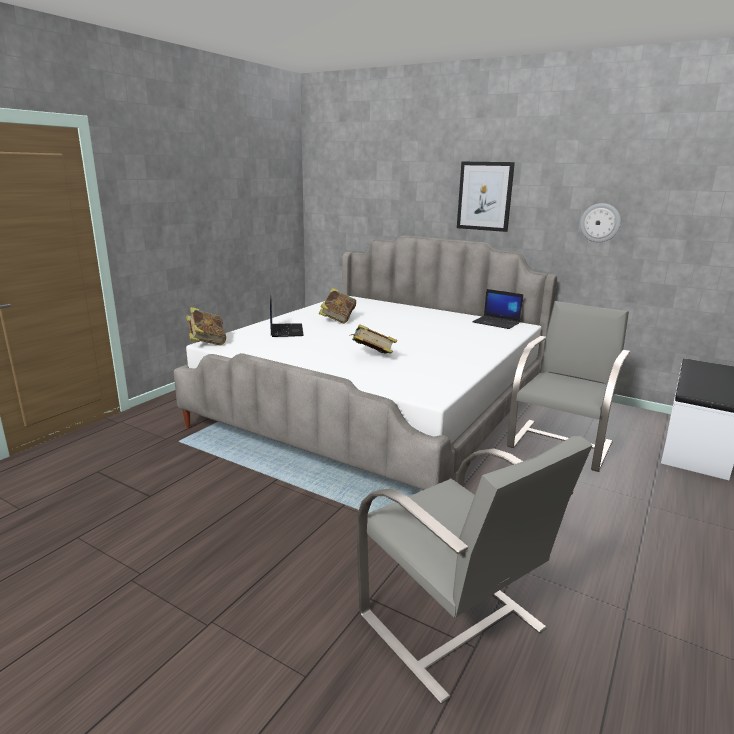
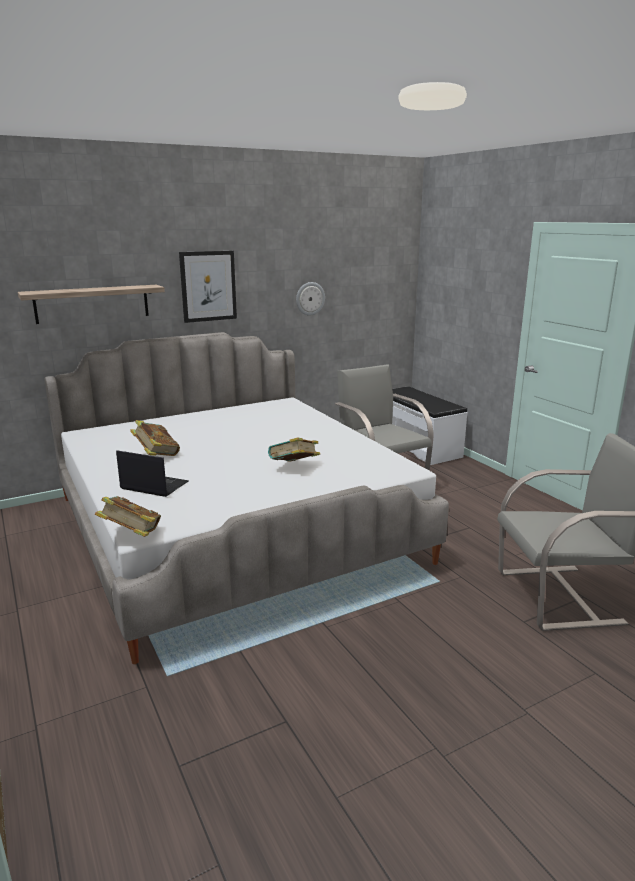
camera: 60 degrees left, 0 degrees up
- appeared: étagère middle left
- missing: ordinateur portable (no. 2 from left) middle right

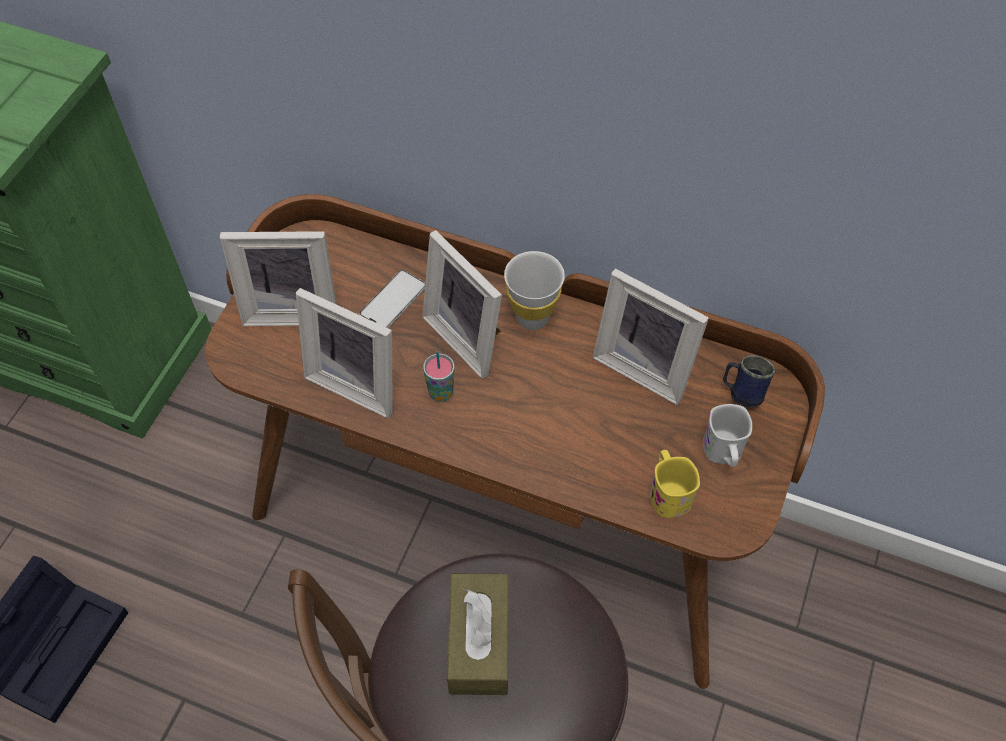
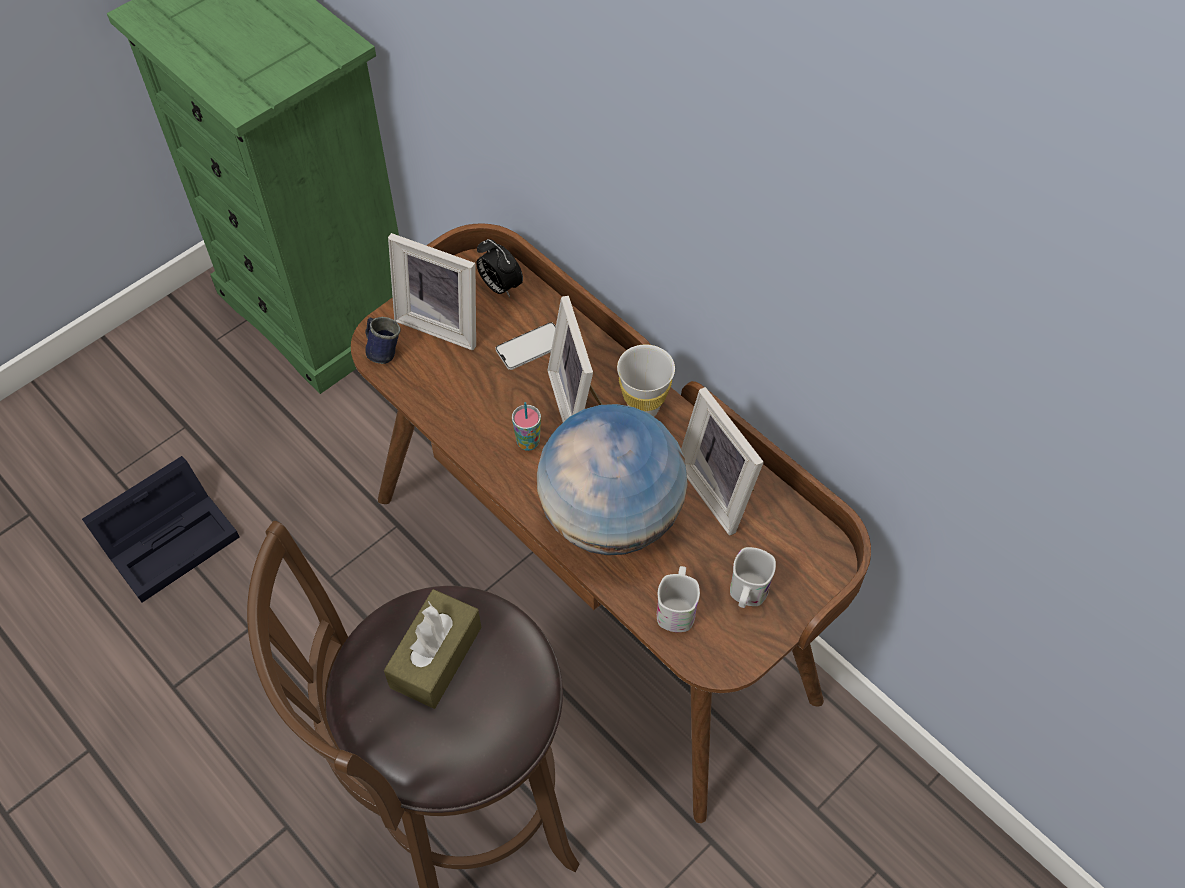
camera: 25 degrees right, 0 degrees up
- relocated: mug [bleu] middle right to middle left
- appeared: réveil top centre
- appeared: globe centre
- colour: mug [jaune] middle right to mug [blanc] (no. 1 from left) bottom centre
- missing: cadre photo (no. 2 from left) centre

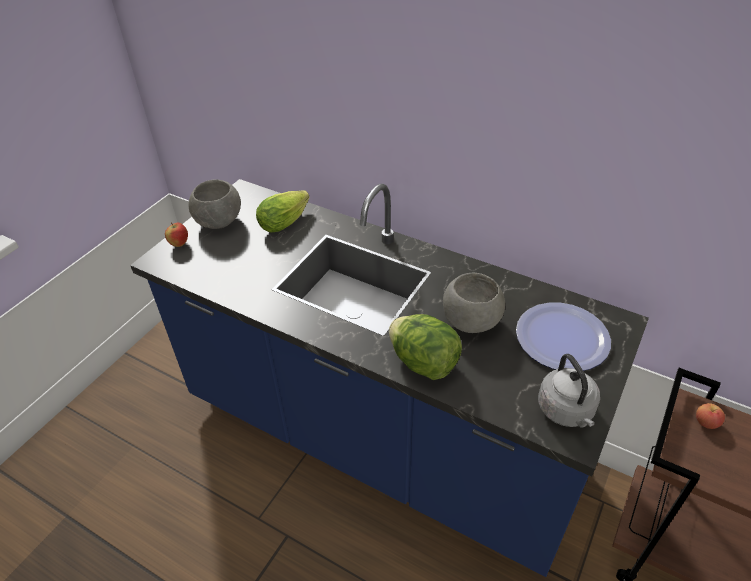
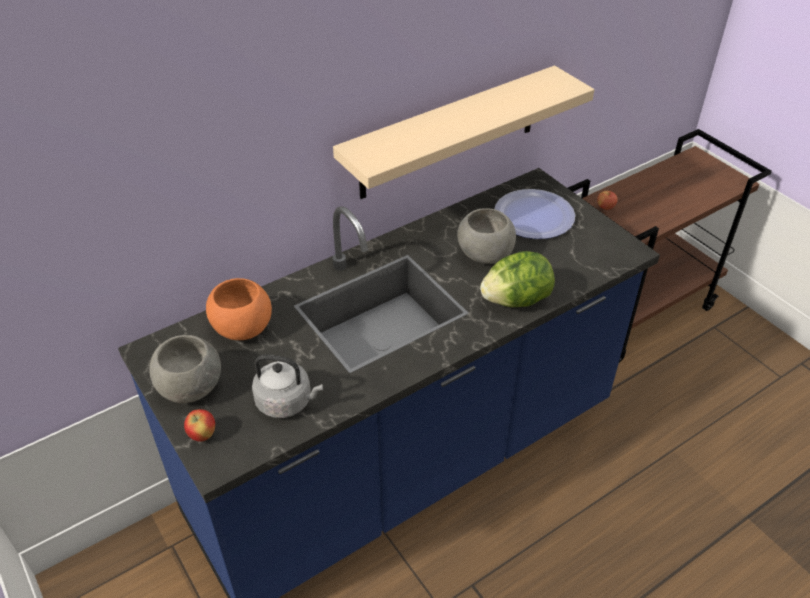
camera: 65 degrees left, 0 degrees up
- exchanged: laitue (no. 1 from left) centre to bol [orange] middle left
- relocated: bouilloire [gris] bottom right to centre
- appeared: étagère [beige] top centre

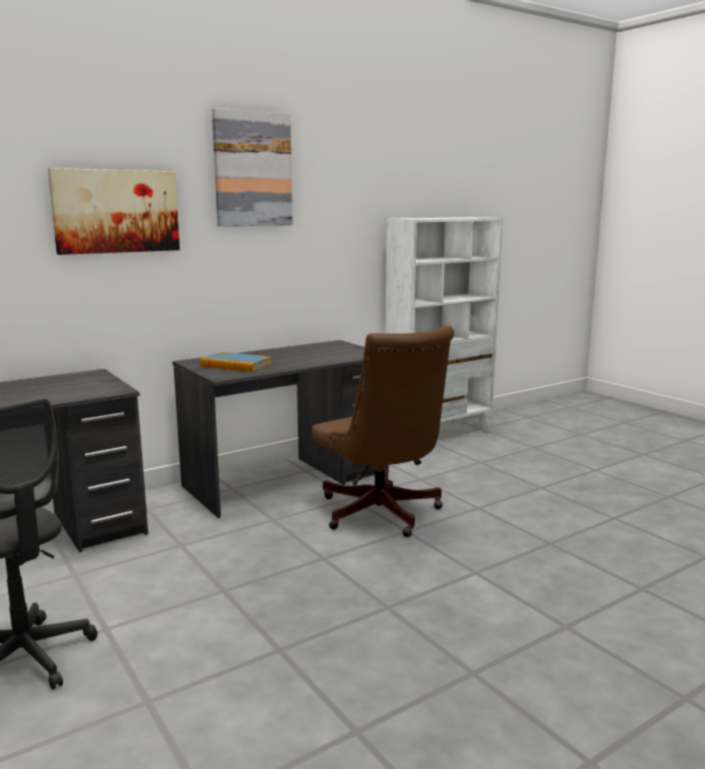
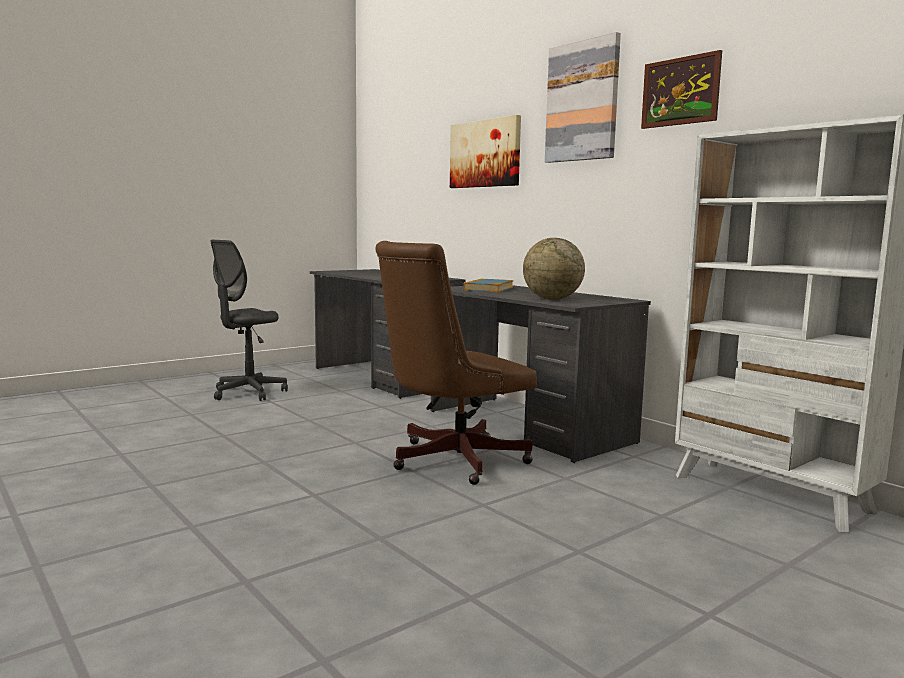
camera: 85 degrees right, 5 degrees down
- appeared: globe centre
- appeared: tableau (no. 3 from left) top right

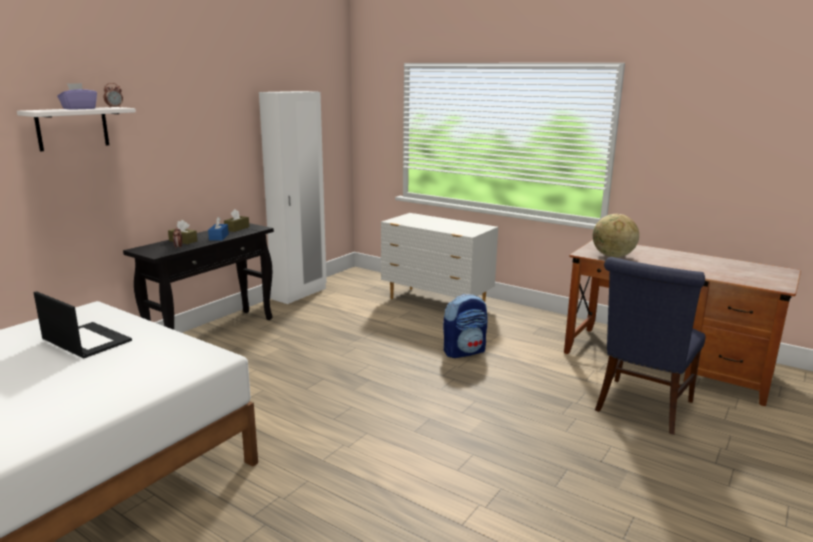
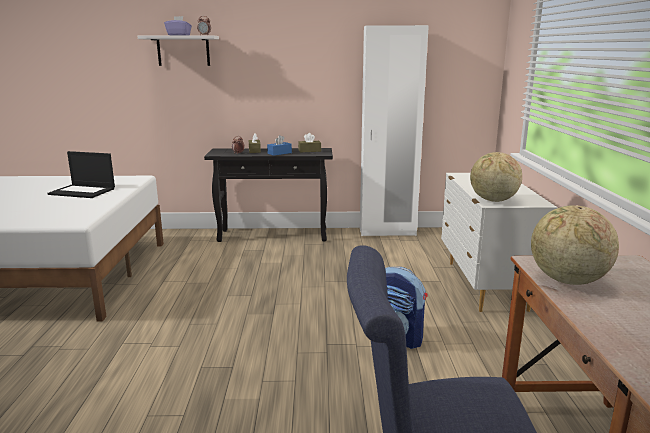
camera: 55 degrees right, 0 degrees up
- spun: ordinateur portable middle left = middle left 105 degrees clockwise
- appeared: globe (no. 1 from left) middle right

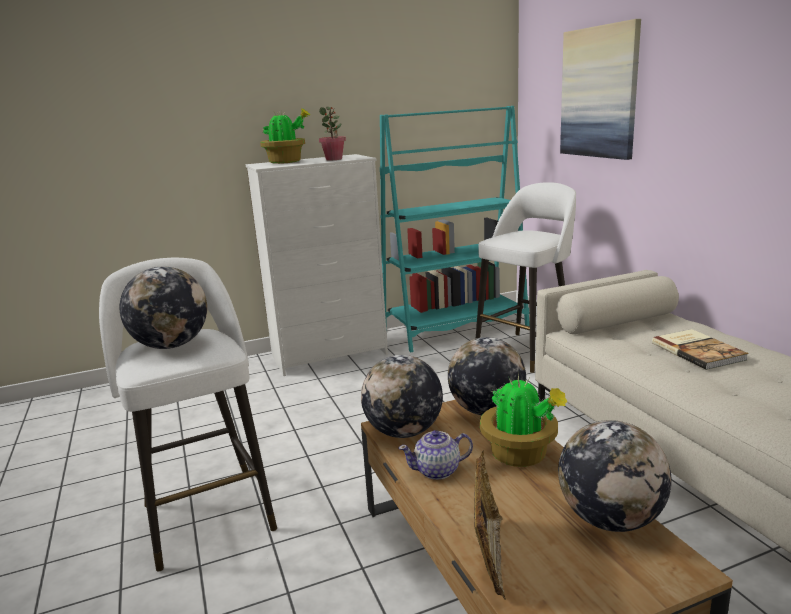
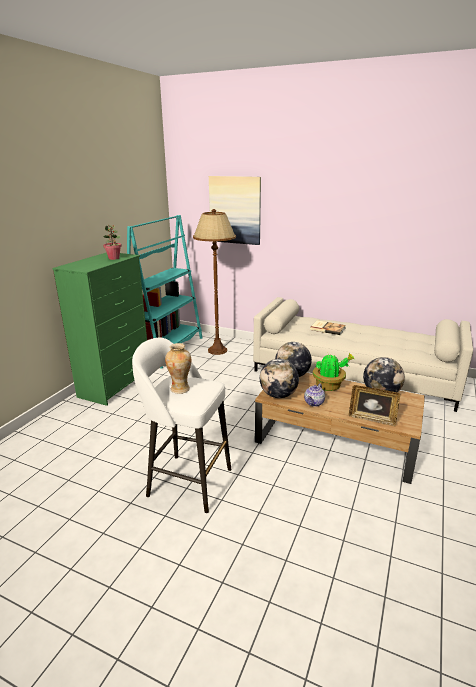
camera: 45 degrees left, 5 degrees up
- colour: commode [blanc] centre to commode [vert] middle left
- exchanged: globe (no. 1 from left) middle left to vase centre
- exchanged: tabouret [blanc] (no. 2 from left) centre to lampadaire [marron] centre
- spun: cadre photo bottom centre = middle right 150 degrees clockwise
- missing: plante en pot (no. 1 from left) top centre

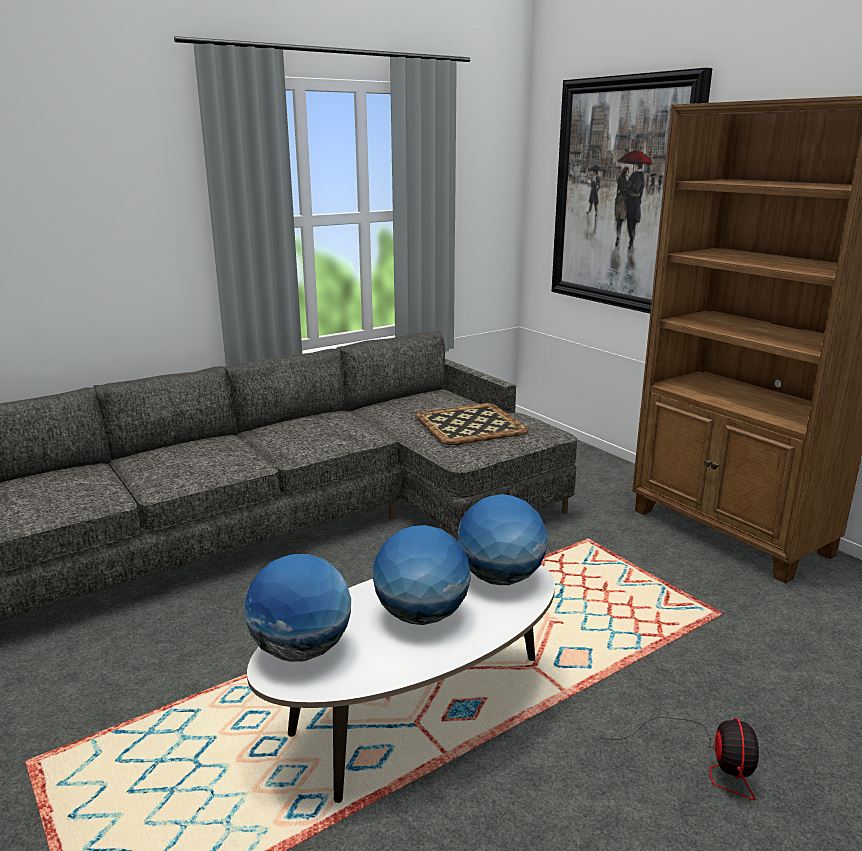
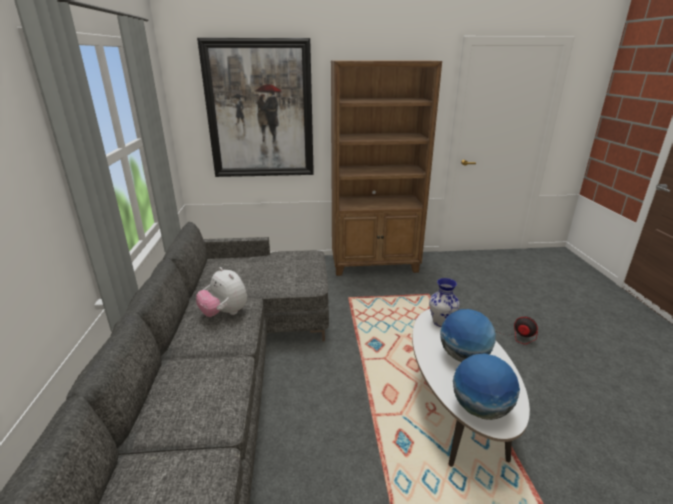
camera: 60 degrees left, 5 degrees up
- appeared: peluche middle left
- exchanged: globe (no. 3 from left) centre to vase centre
- missing: plateau centre

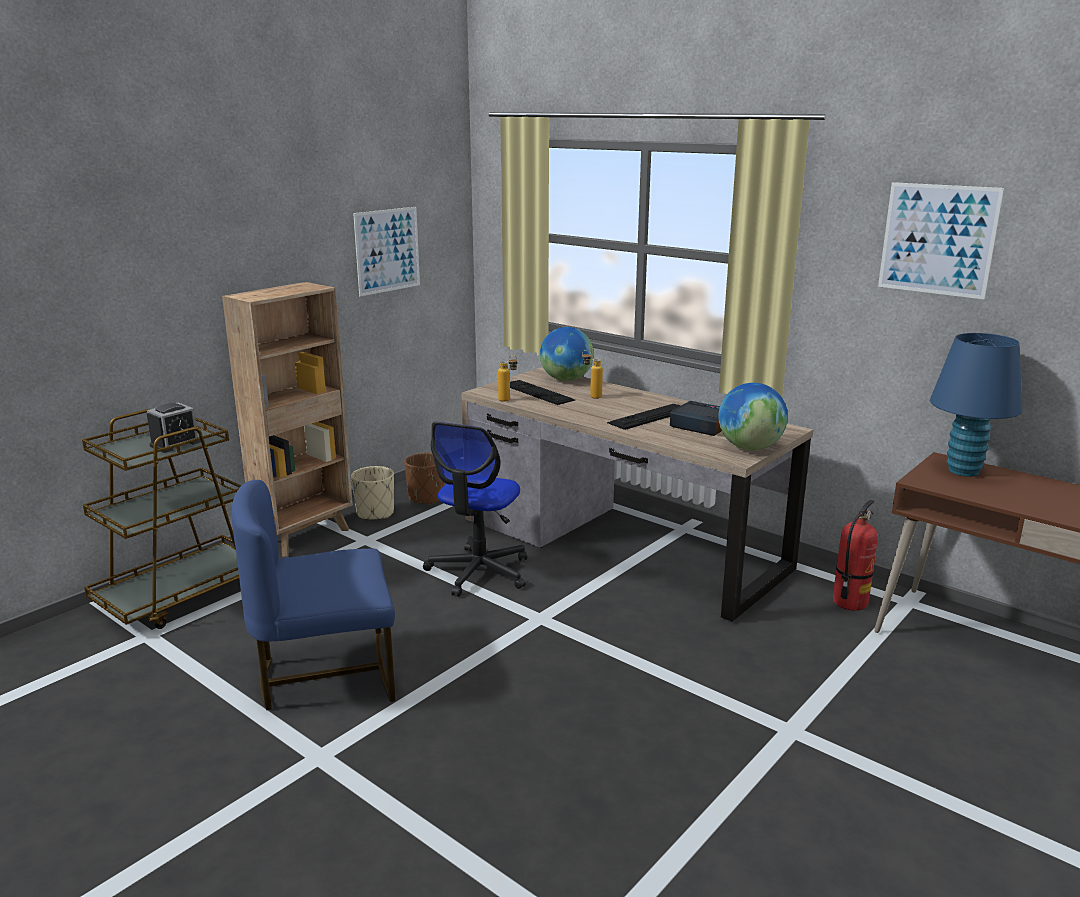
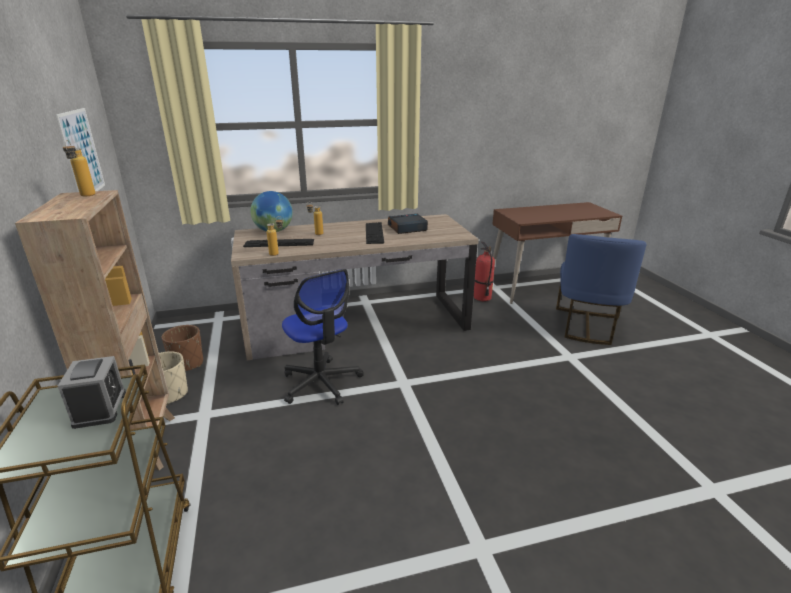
camera: 55 degrees left, 5 degrees up
- appeared: bouteille (no. 1 from left) top left
- relocated: chaise [bleu] middle left to middle right
- missing: globe (no. 2 from left) middle right
- missing: tableau (no. 2 from left) top right
- missing: lampe de table [bleu] middle right

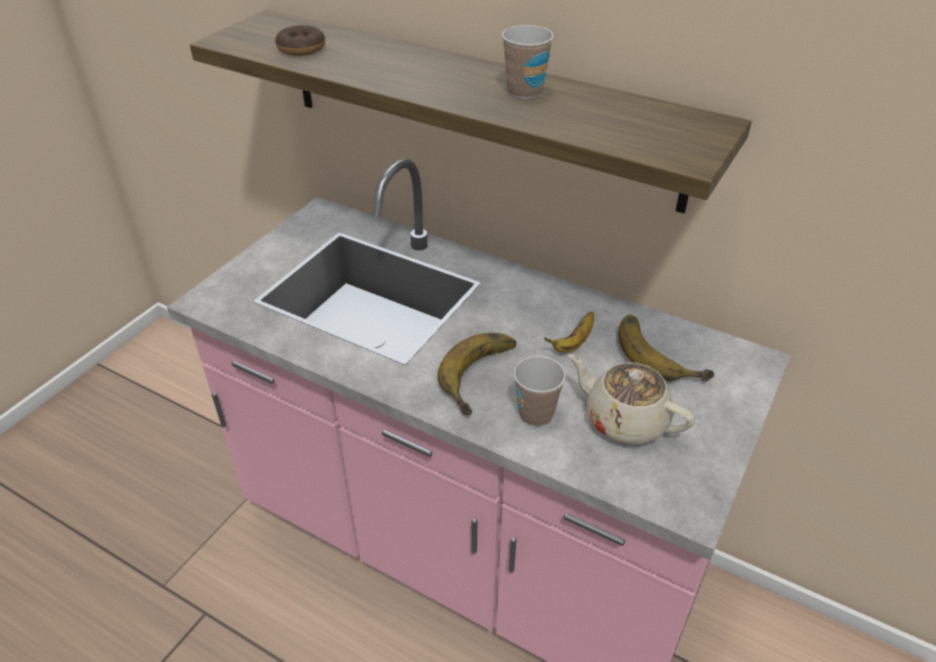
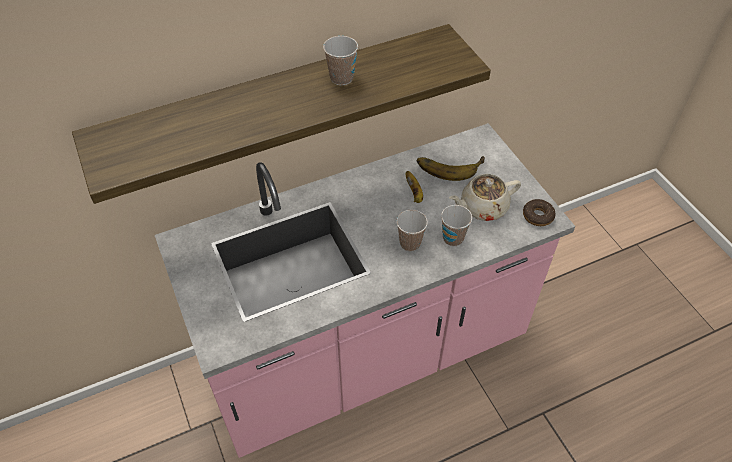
camera: 55 degrees left, 10 degrees up
- exchanged: banane (no. 1 from left) centre to tasse (no. 2 from left) centre
- relocated: beignet top left to middle right

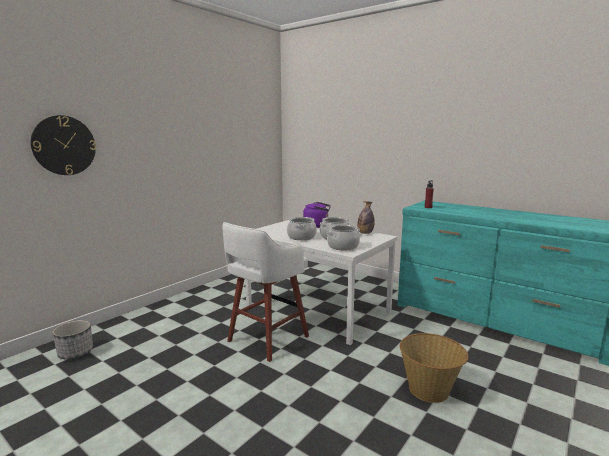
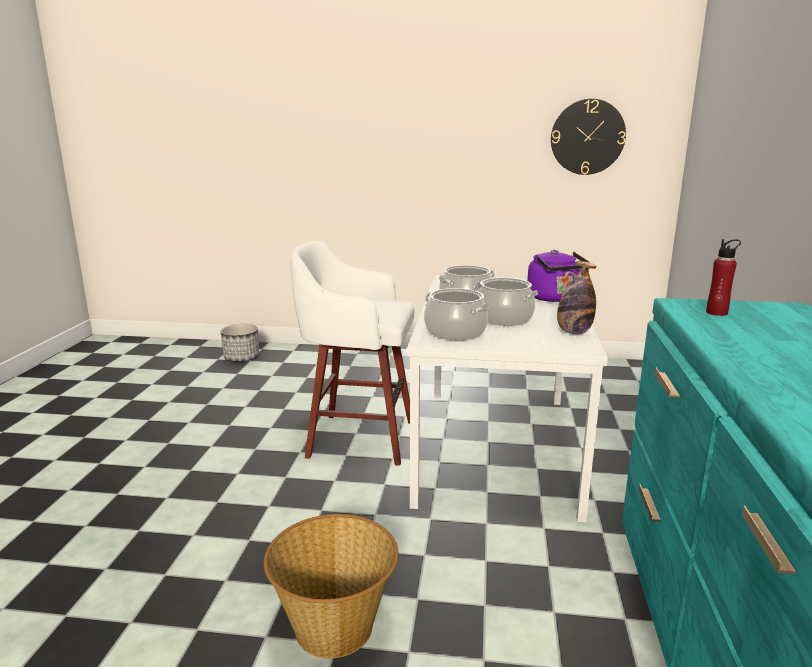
camera: 60 degrees right, 5 degrees up
- relocated: horloge murale top left to top right

